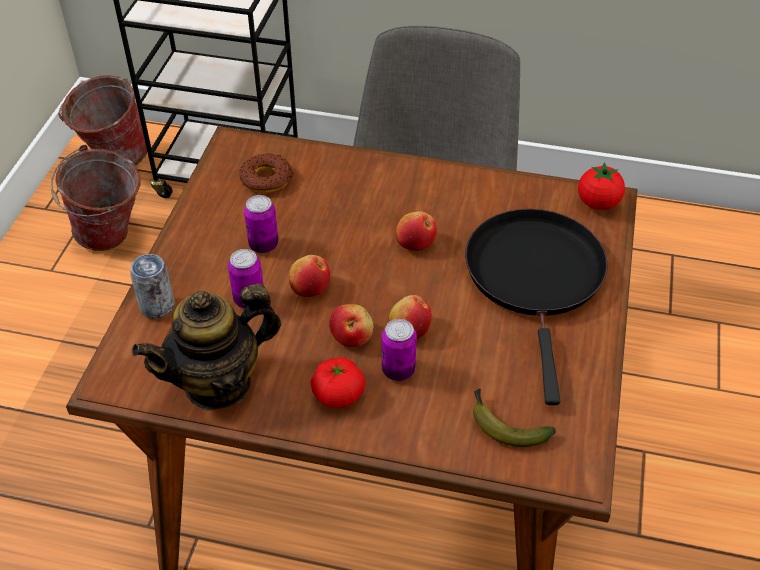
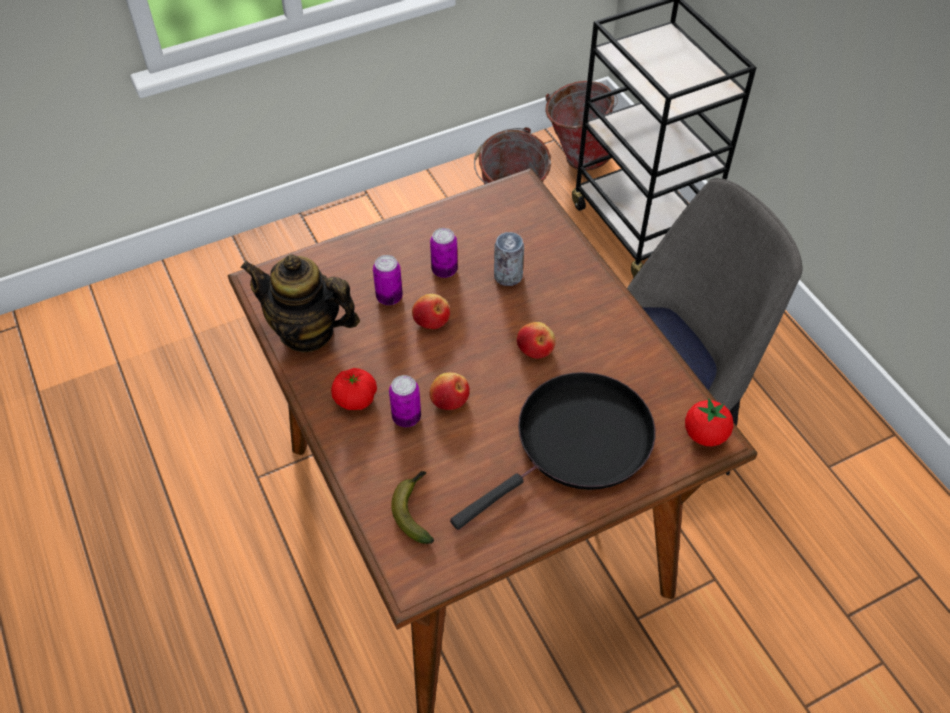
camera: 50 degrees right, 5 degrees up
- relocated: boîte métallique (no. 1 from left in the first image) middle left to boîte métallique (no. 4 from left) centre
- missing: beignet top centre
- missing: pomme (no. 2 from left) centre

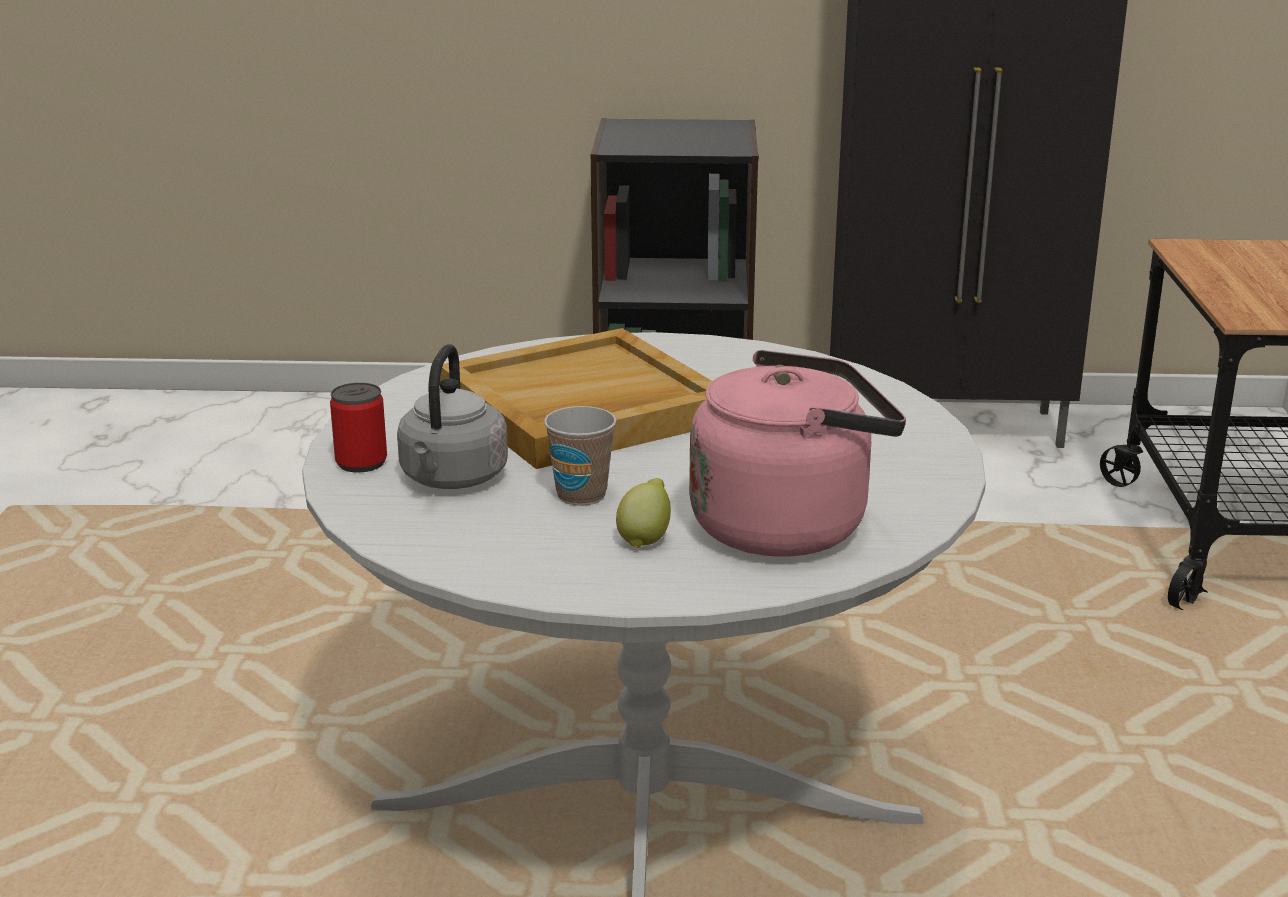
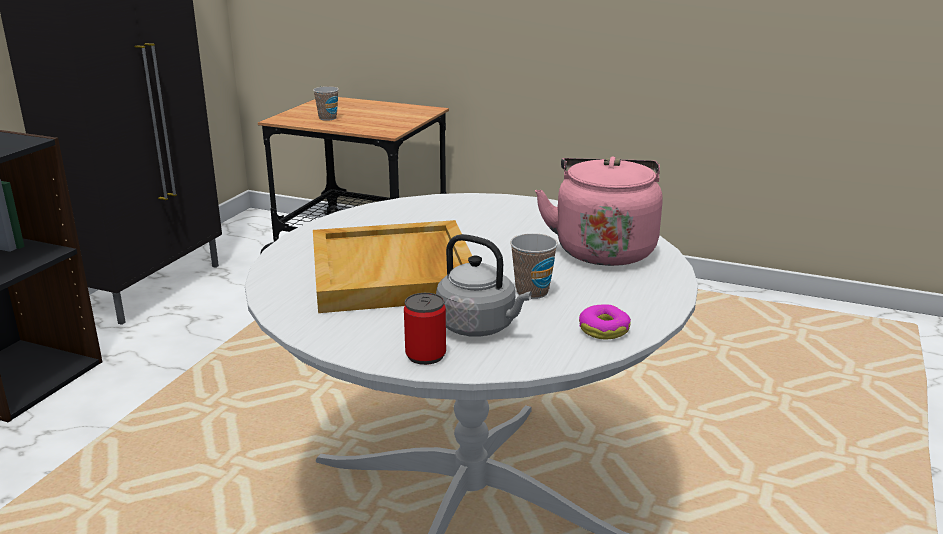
camera: 70 degrees left, 0 degrees up
- appeared: tasse (no. 1 from left) top centre
- appeared: beignet centre
- missing: citron centre

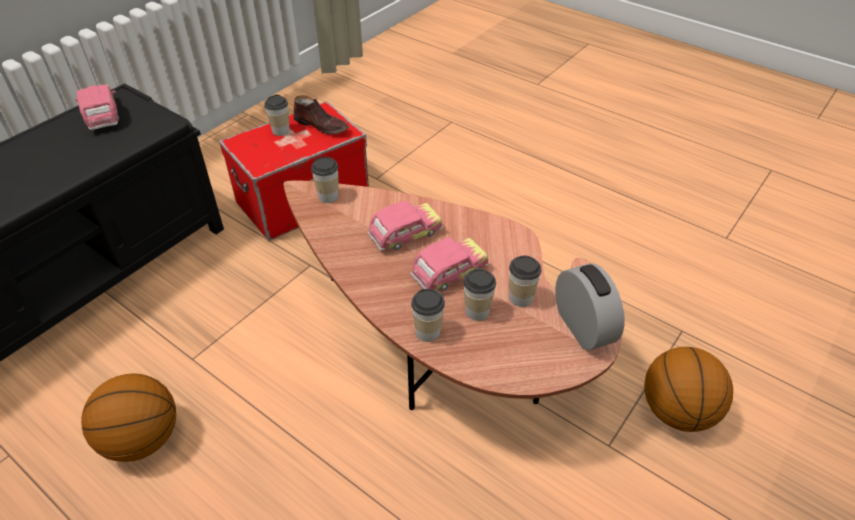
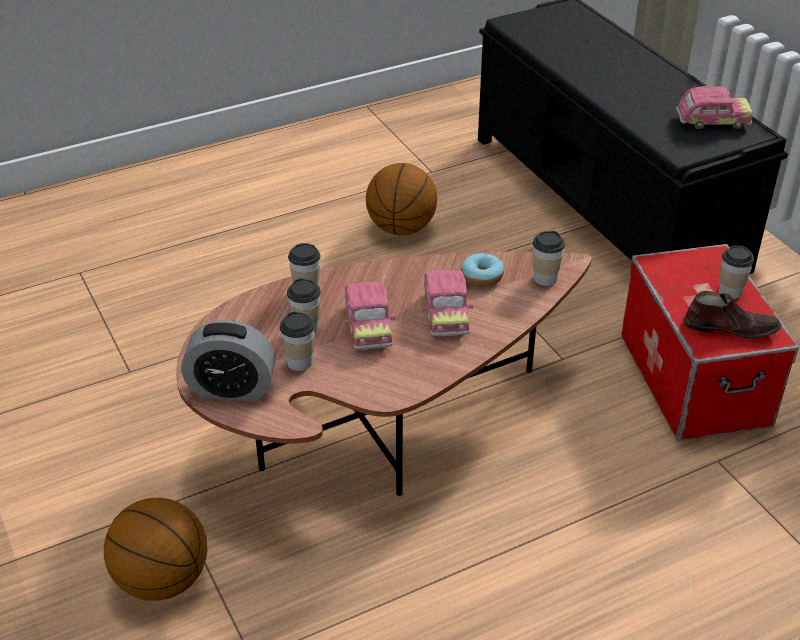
camera: 115 degrees right, 5 degrees down
- appeared: beignet centre
- spun: chaussure [marron] top centre = middle right 135 degrees counterclockwise

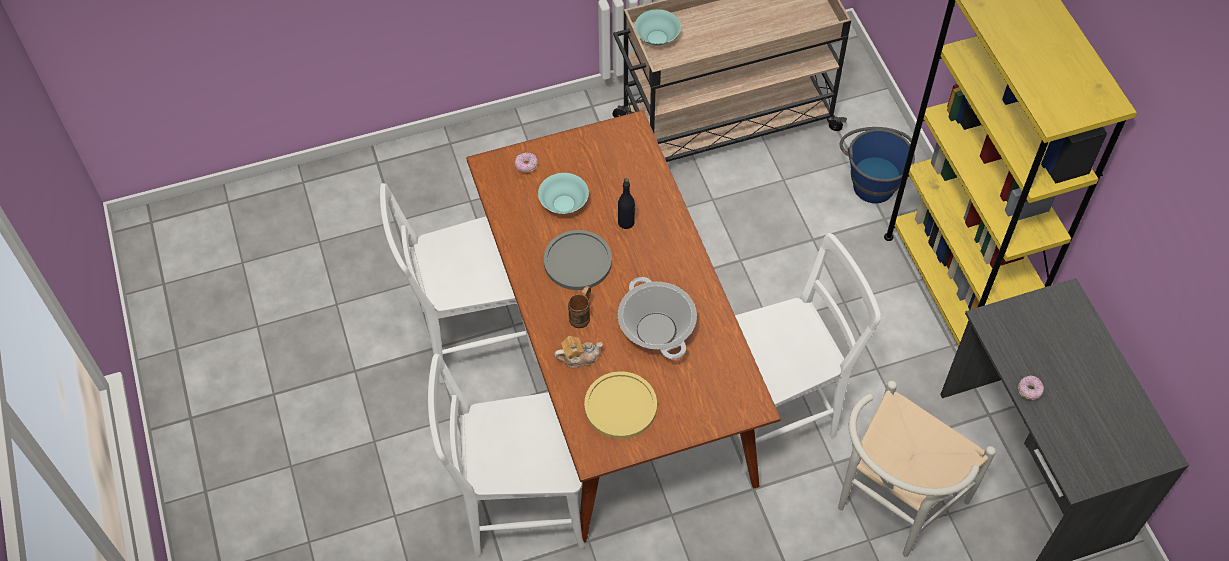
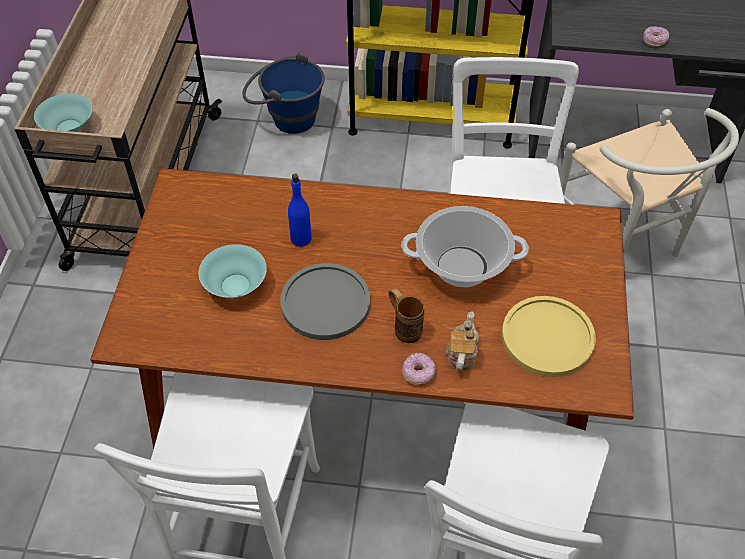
camera: 65 degrees left, 5 degrees down
- colour: bouteille [noir] centre to bouteille [bleu] centre
- relocated: beignet (no. 1 from left) top centre to centre

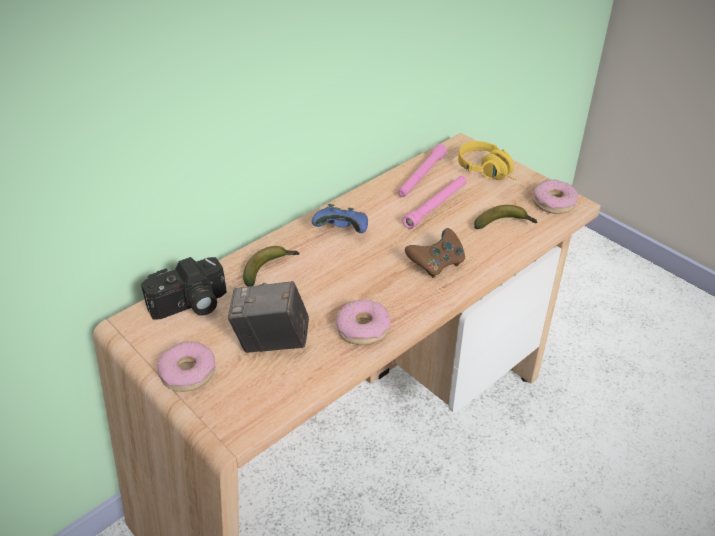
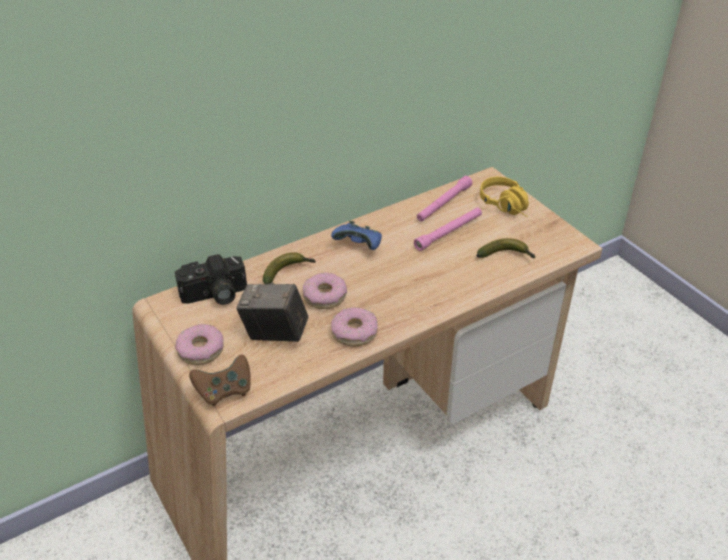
camera: 10 degrees right, 0 degrees up
- relocated: manette [marron] centre to bottom left
- relocated: beignet (no. 3 from left in the first image) middle right to beignet (no. 2 from left) centre

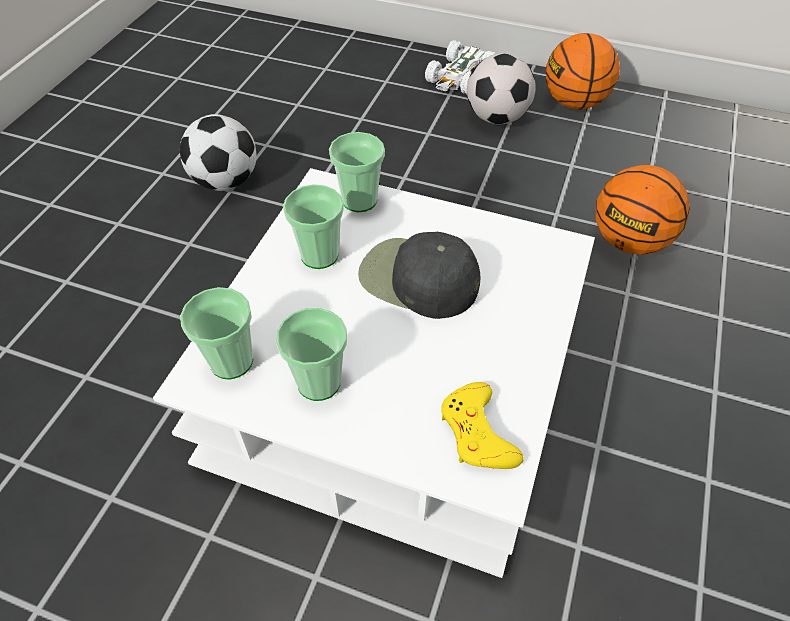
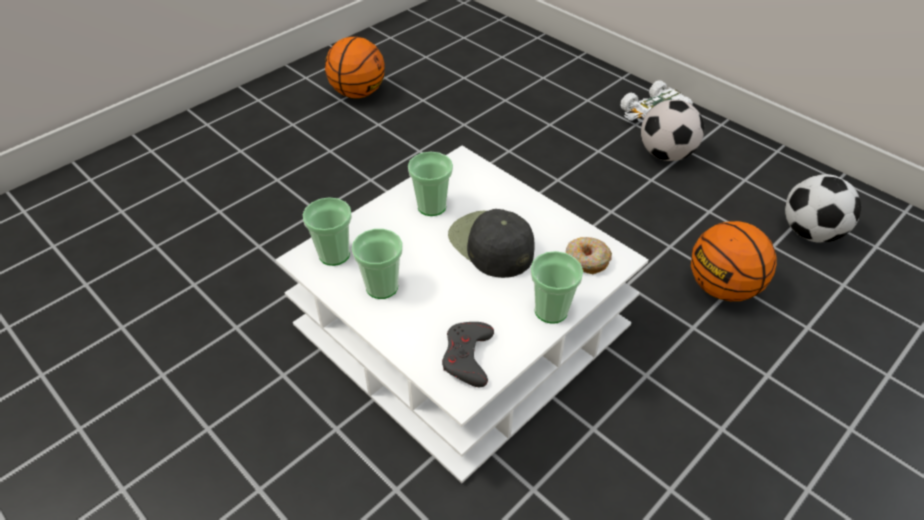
camera: 25 degrees right, 5 degrees down
- relocated: ballon de basket (no. 1 from left) top right to top centre
- colour: manette [jaune] bottom centre to manette [gris] bottom centre
- relocated: tasse (no. 4 from left) top centre to centre
- appeared: beignet centre
- relocated: ballon de foot (no. 1 from left in the first image) top left to ballon de foot (no. 2 from left) middle right

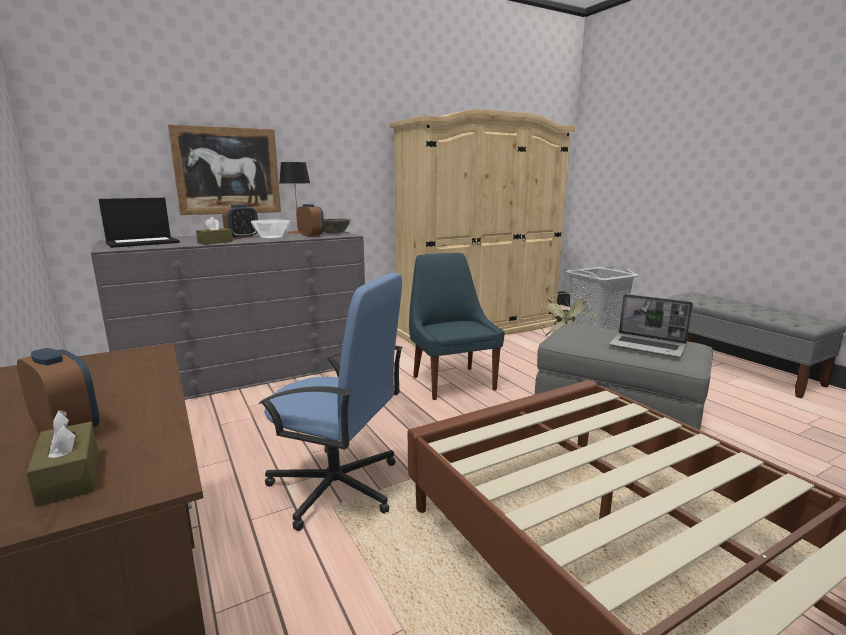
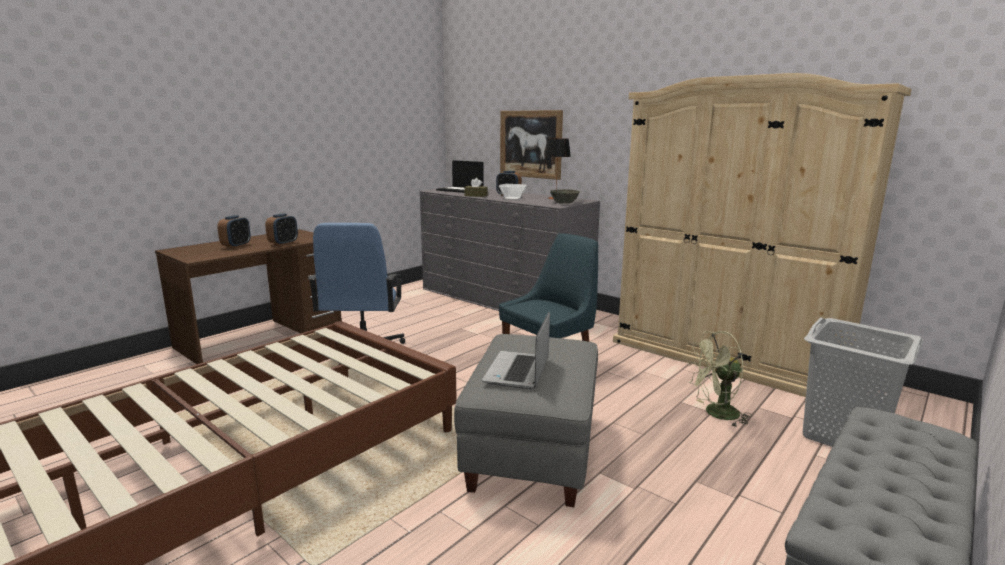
camera: 70 degrees right, 0 degrees up
- relocated: réveil (no. 3 from left in the first image) centre to réveil (no. 2 from left) middle left
- missing: boîte à mouchoirs [marron] (no. 1 from left) bottom left

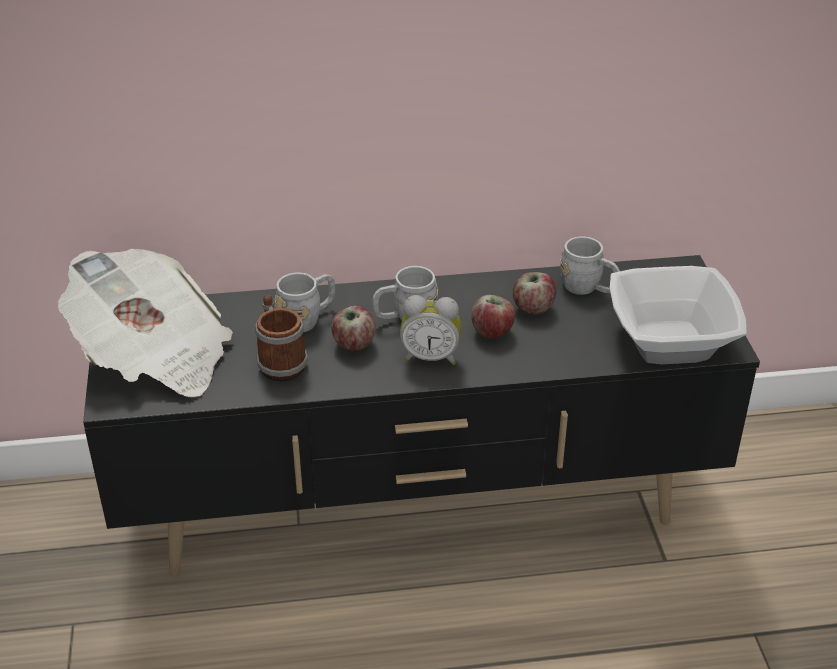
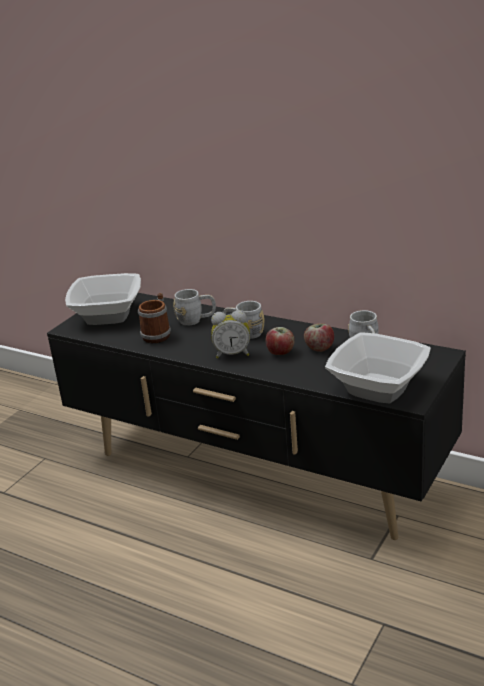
camera: 40 degrees right, 10 degrees down
- exchanged: journal middle left to bol (no. 1 from left) middle left
- spun: réveil centre = centre 45 degrees counterclockwise
- missing: pomme (no. 1 from left) centre

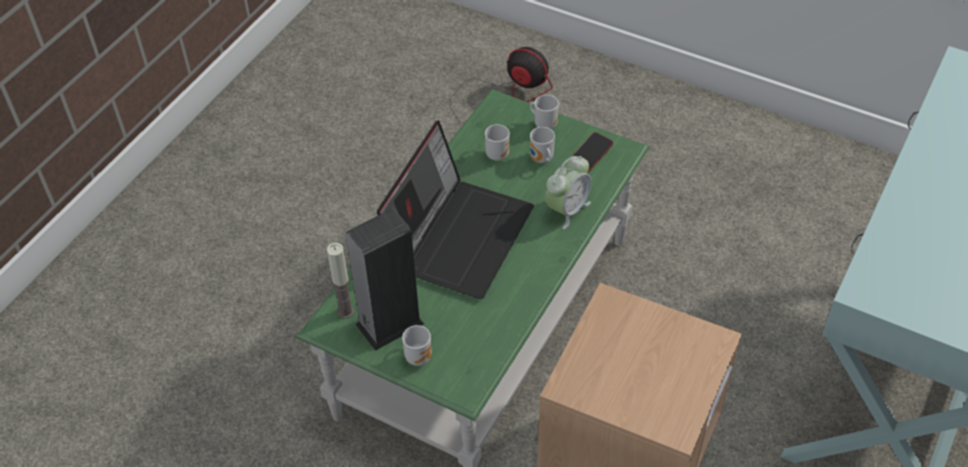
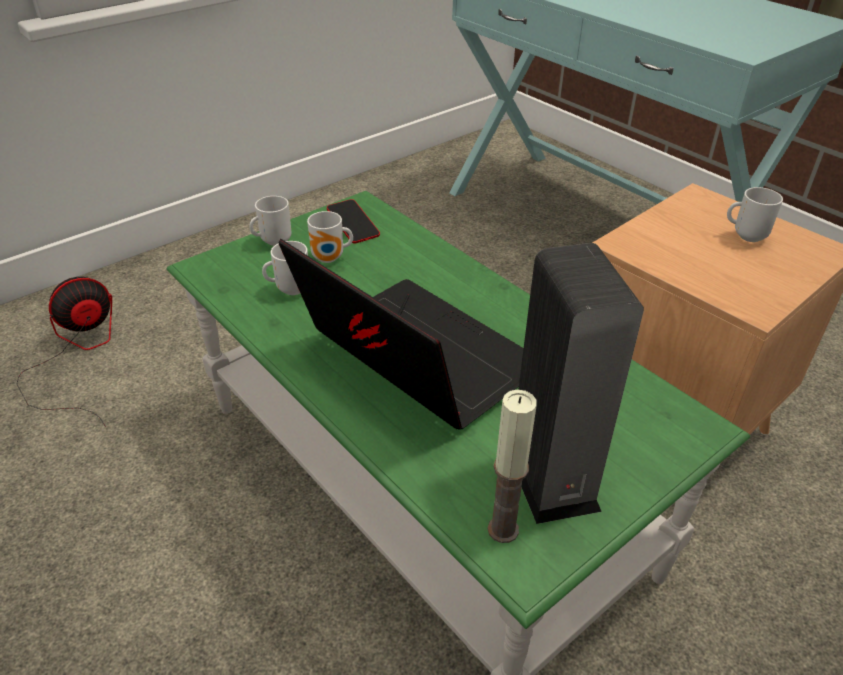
camera: 70 degrees left, 10 degrees down
- relocated: mug (no. 1 from left in the first image) bottom centre to mug (no. 4 from left) top right
- missing: réveil centre

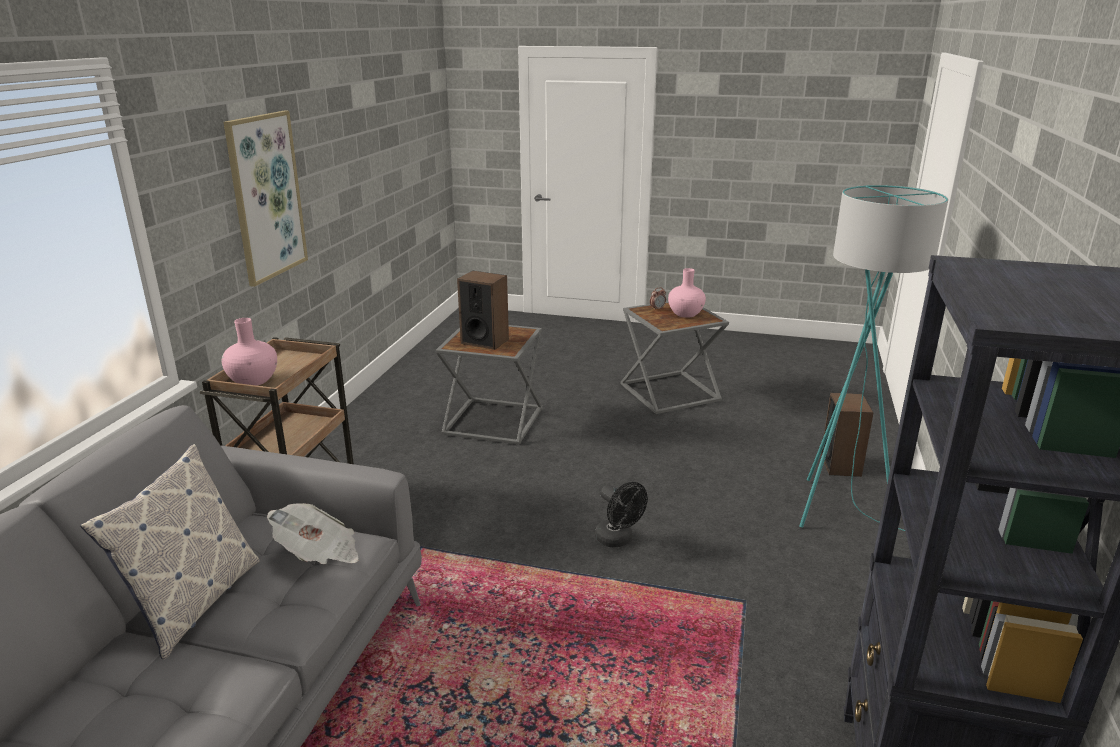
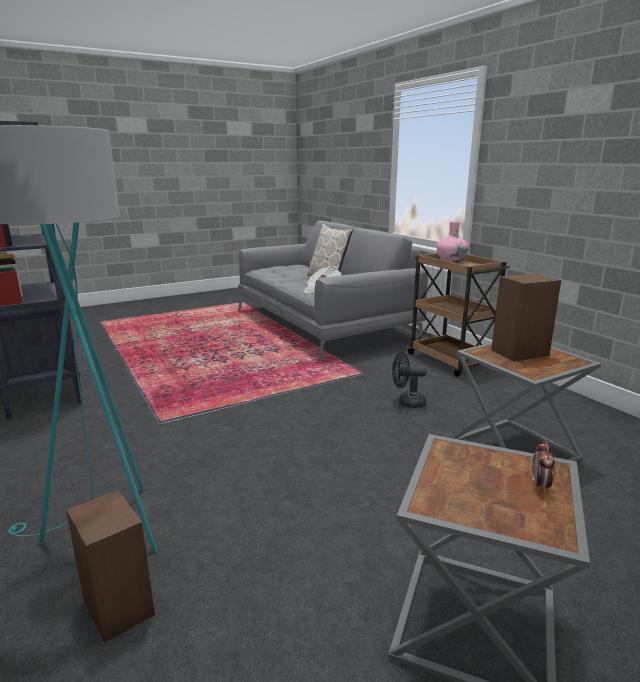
camera: 135 degrees right, 5 degrees down
- relocated: ventilateur [noir] bottom centre to centre
- missing: tableau top left
- missing: vase [rose] (no. 2 from left) centre

